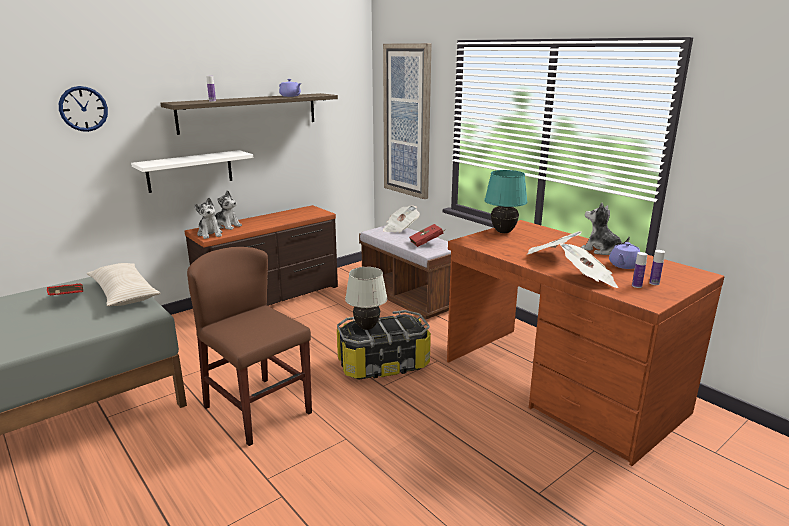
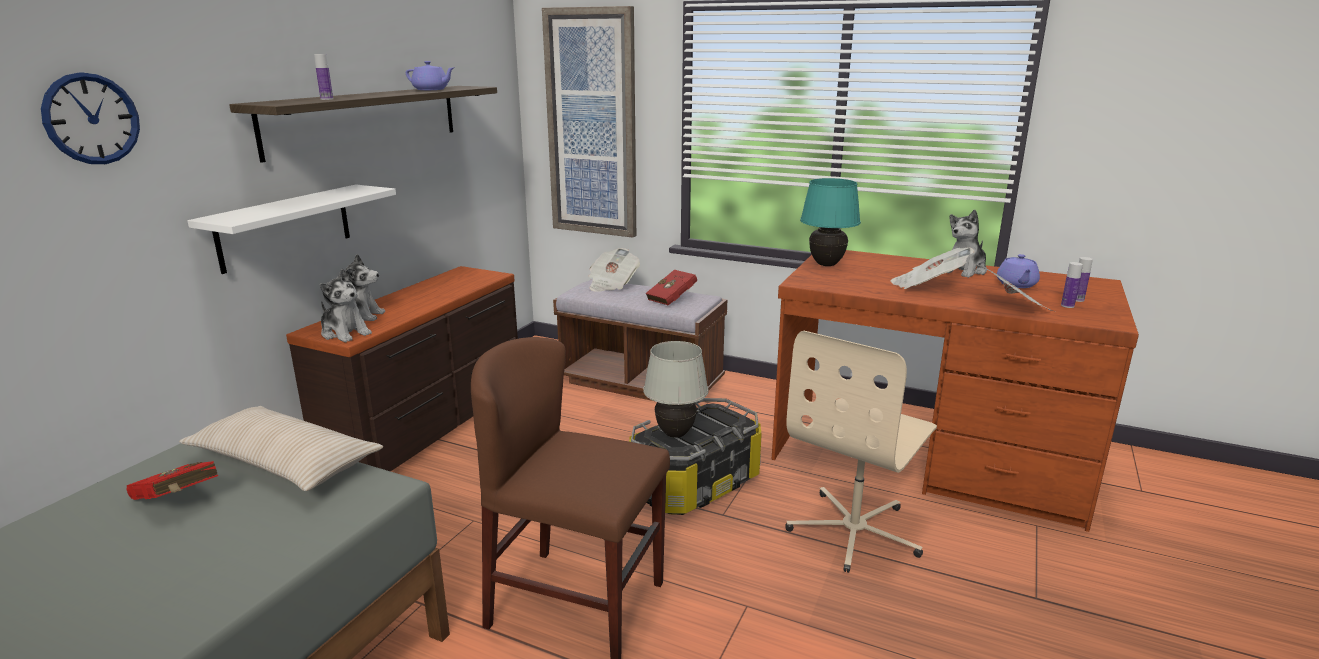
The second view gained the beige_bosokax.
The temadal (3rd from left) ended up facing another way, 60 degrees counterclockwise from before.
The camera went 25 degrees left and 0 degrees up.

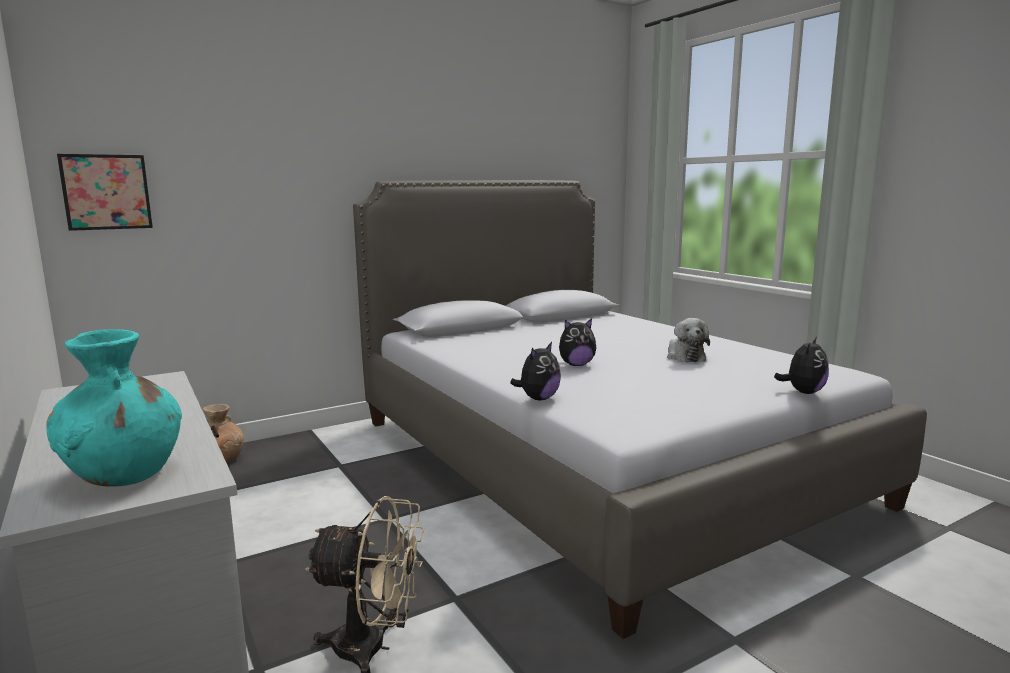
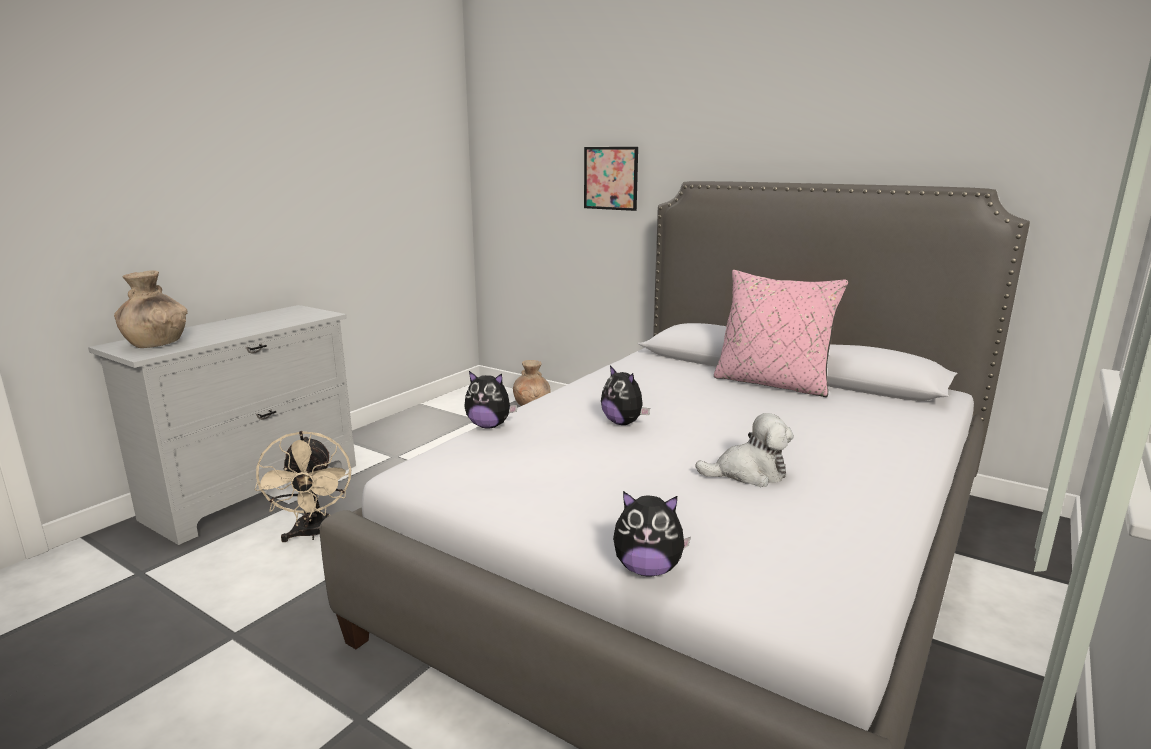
What was the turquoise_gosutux turned into the brown_gosutux (1st from left).
The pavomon ended up elsewhere.
The temadal (3rd from left in the first image) ended up facing another way, 150 degrees counterclockwise from before.
The second view gained the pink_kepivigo.
The camera went 65 degrees right and 5 degrees up.

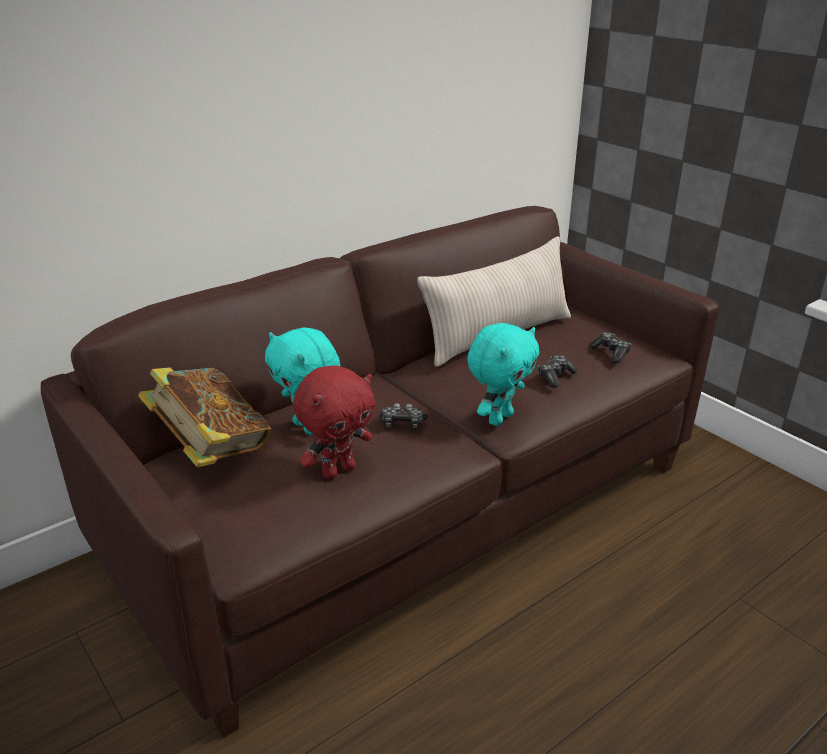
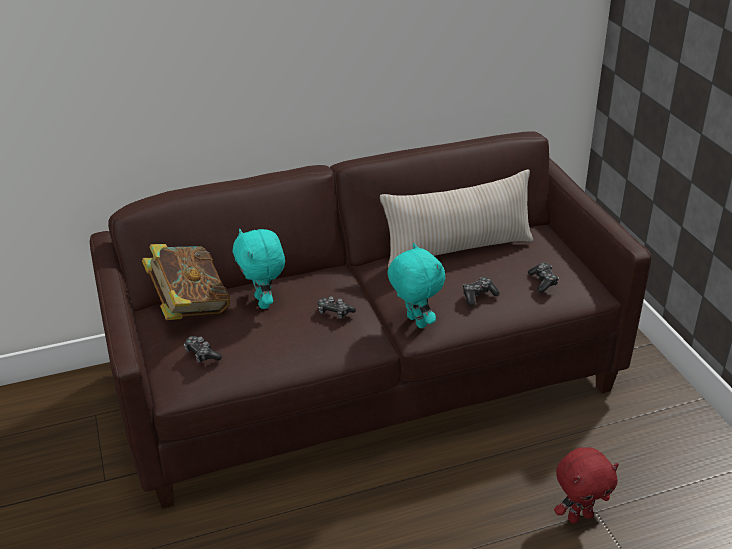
The second view gained the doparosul (1st from left).
The turquoise_temadal (2nd from left) ended up facing another way, 90 degrees counterclockwise from before.
The red_temadal ended up elsewhere.
The camera went 20 degrees right and 5 degrees up.

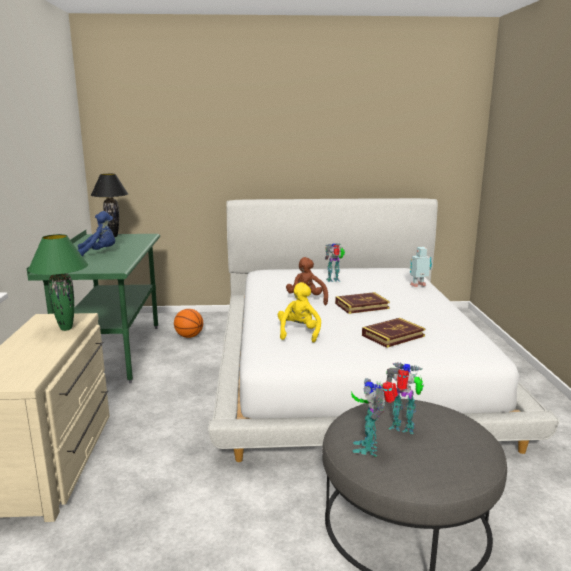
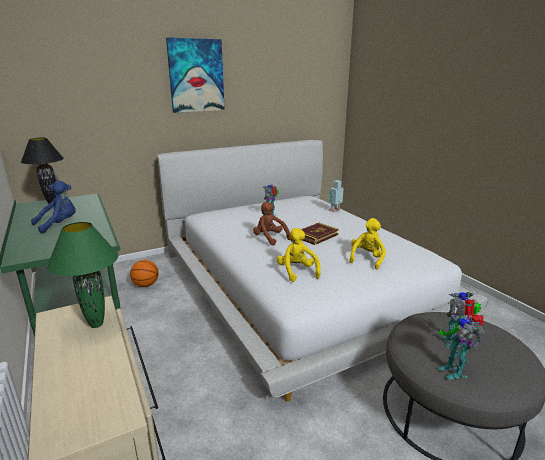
The second view gained the pavomon.
Where the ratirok (2nd from left) stood, the yellow_temadal (2nd from left) came to stand.
The camera went 25 degrees left and 5 degrees up.

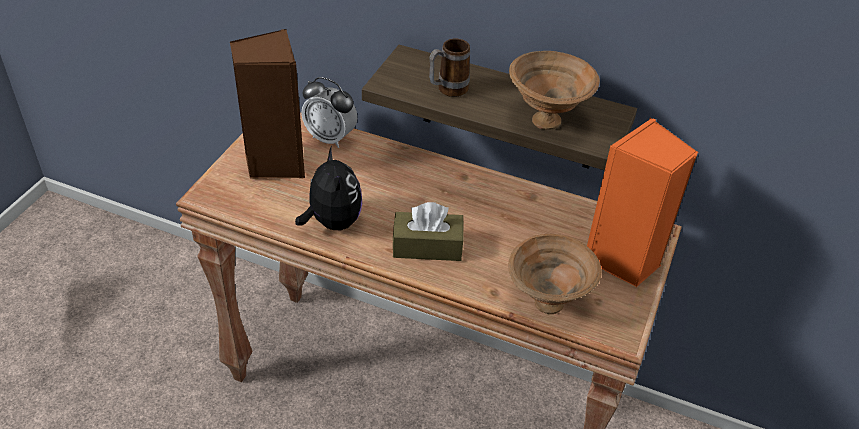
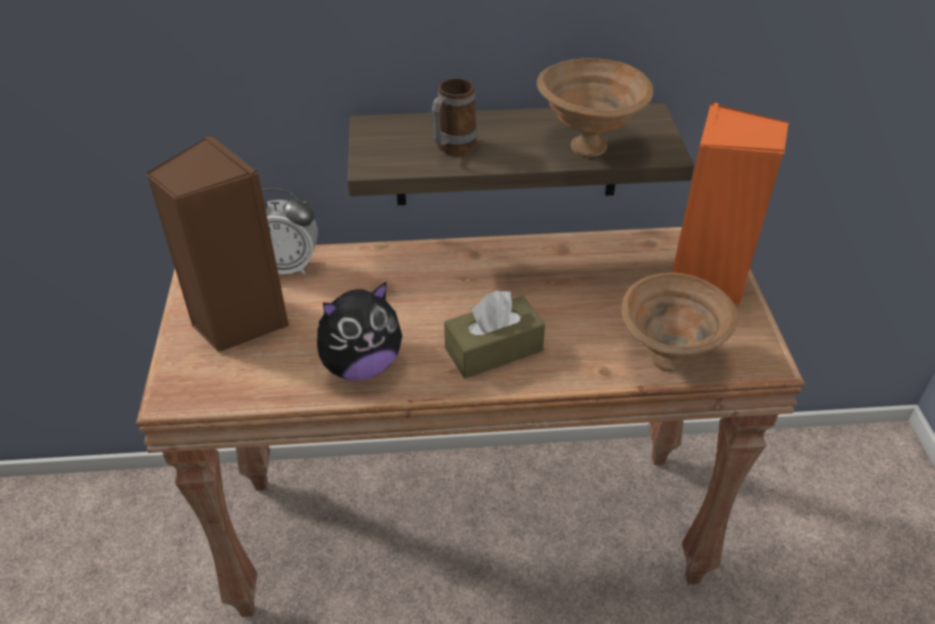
The temadal ended up facing another way, 105 degrees clockwise from before.
The camera went 25 degrees left and 0 degrees up.

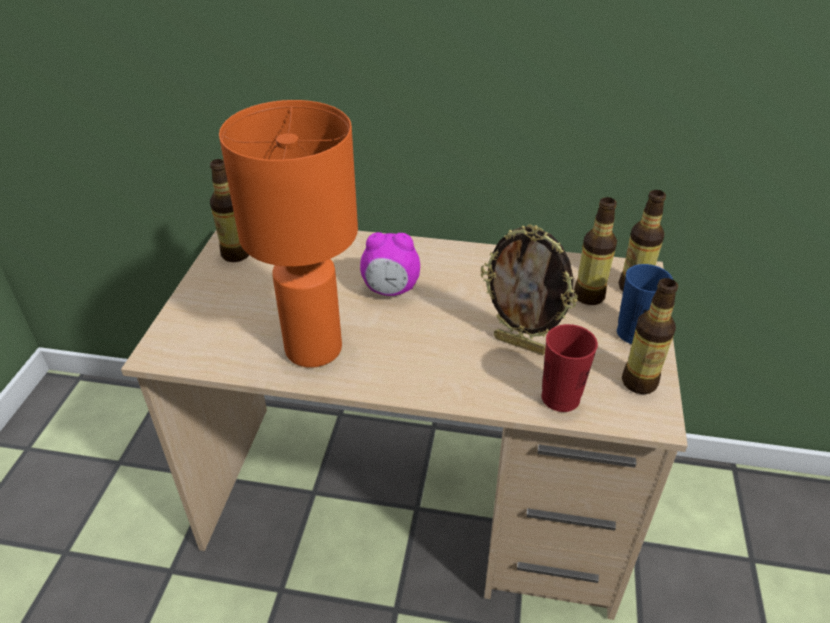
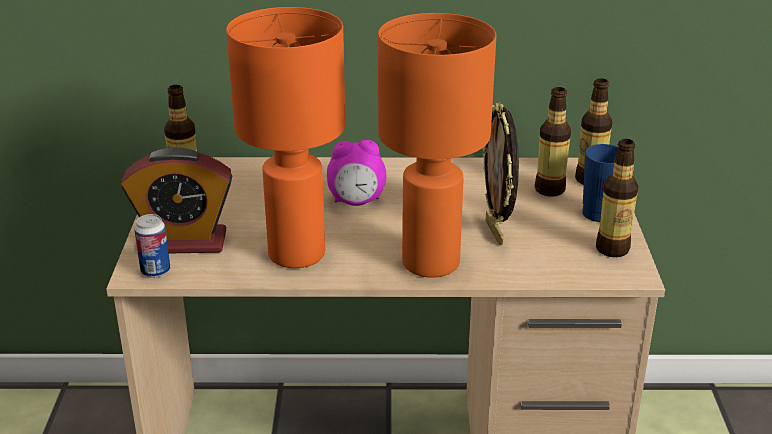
The second view gained the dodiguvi (1st from left).
The second view gained the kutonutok.
The second view gained the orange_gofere (2nd from left).
The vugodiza ended up facing another way, 60 degrees clockwise from before.
The second view lost the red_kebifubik.
The camera went 10 degrees left and 10 degrees down.

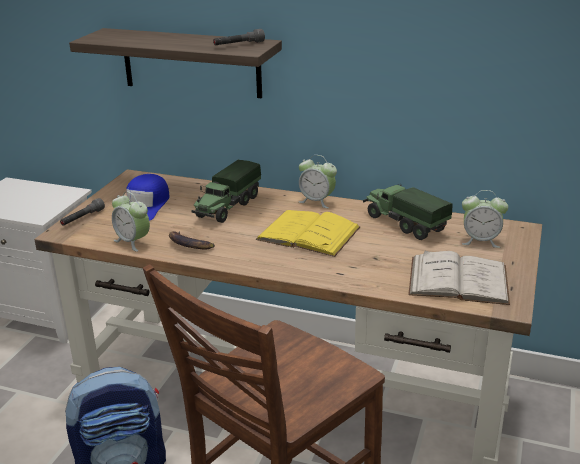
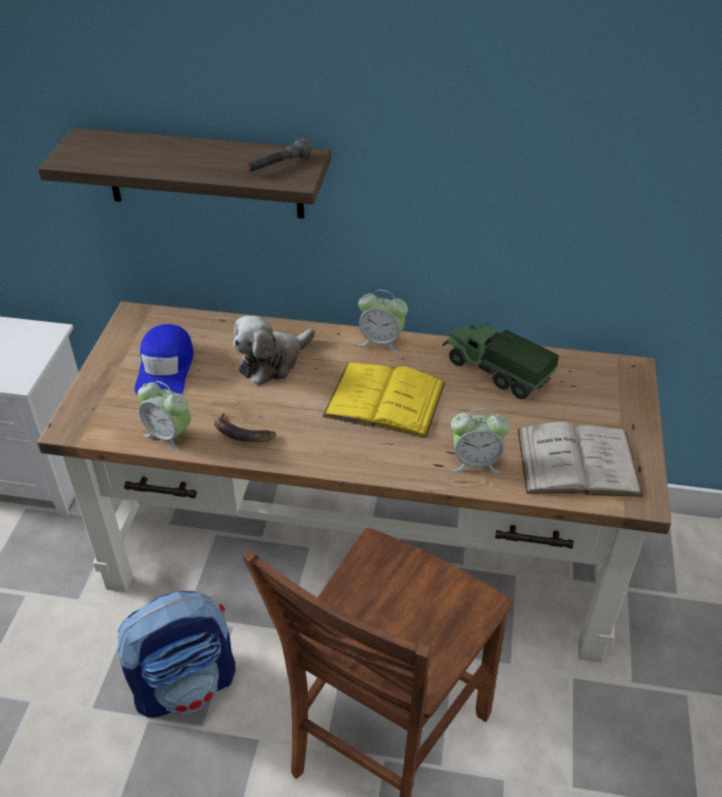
Where the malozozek (1st from left) stood, the temadal came to stand.
The dodiguvi (3rd from left) ended up elsewhere.
The second view lost the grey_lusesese (1st from left).
The camera went 10 degrees left and 15 degrees up.

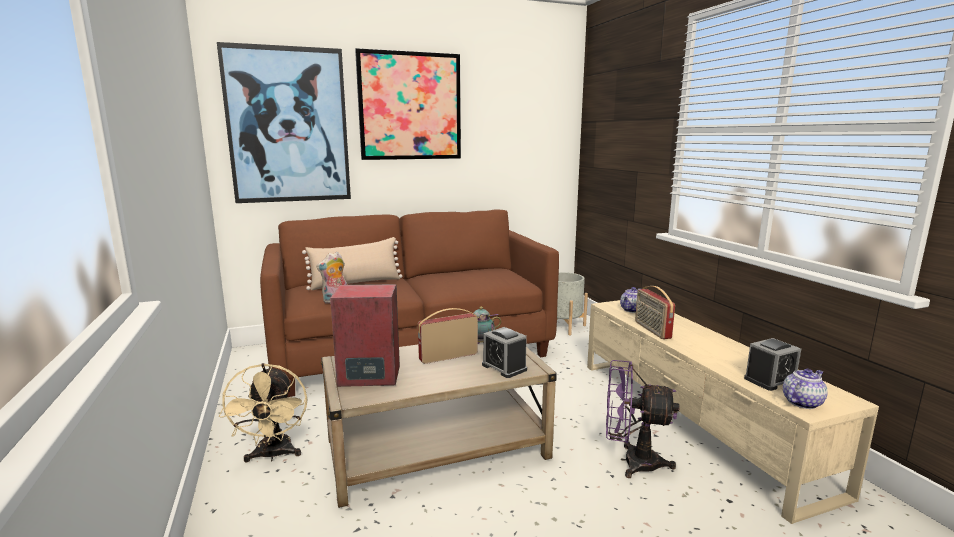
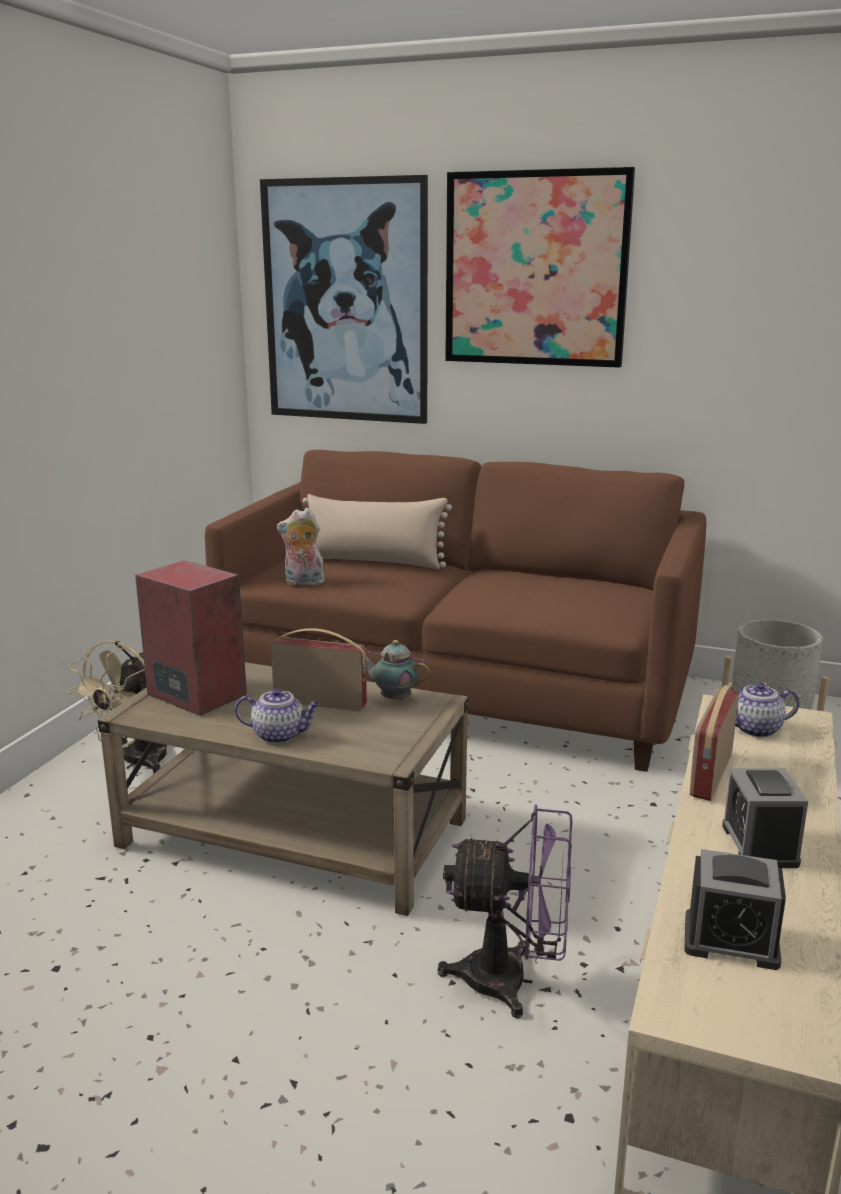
The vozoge (3rd from left in the first image) ended up elsewhere.
The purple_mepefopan ended up facing another way, 135 degrees clockwise from before.
The dodiguvi (1st from left in the first image) ended up elsewhere.
The camera went 40 degrees right and 5 degrees up.

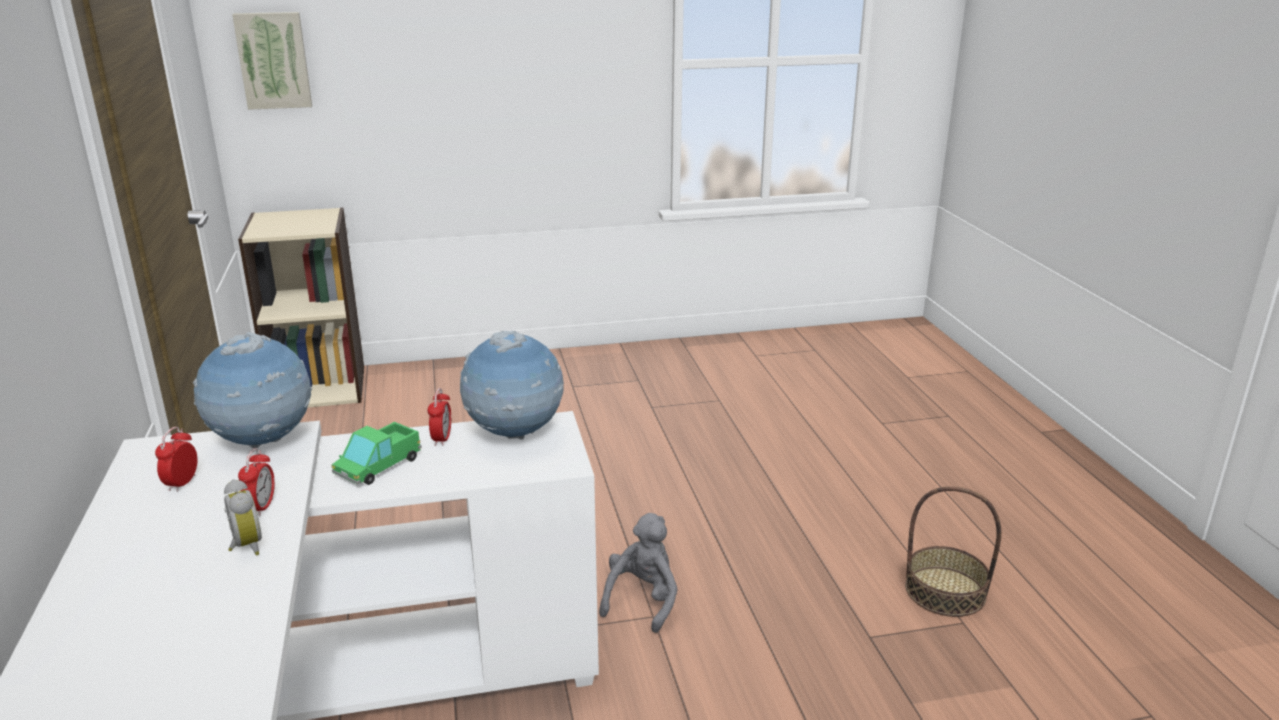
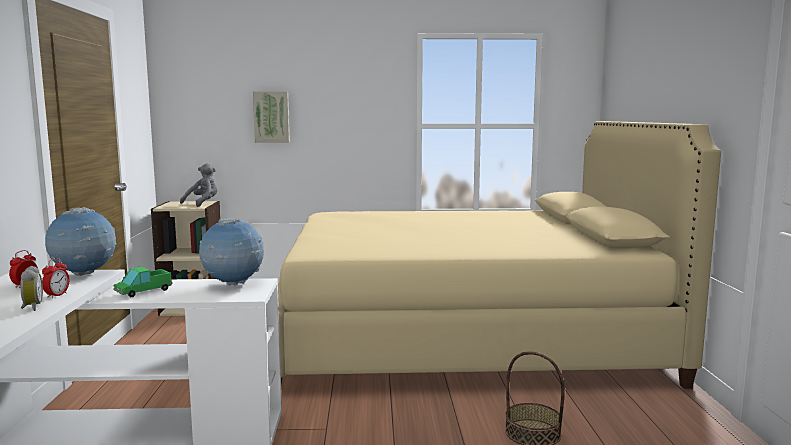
The grey_temadal ended up elsewhere.
The pavomon ended up elsewhere.
The second view gained the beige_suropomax.
The second view lost the dodiguvi (4th from left).
The camera went 10 degrees right and 15 degrees down.

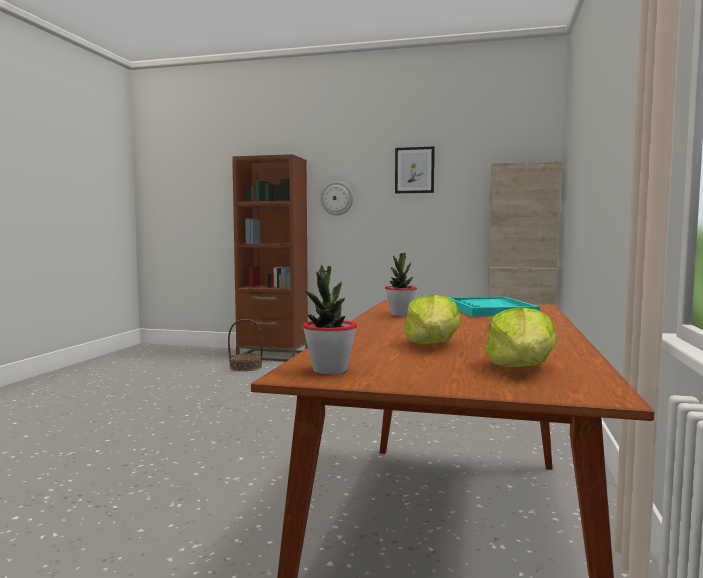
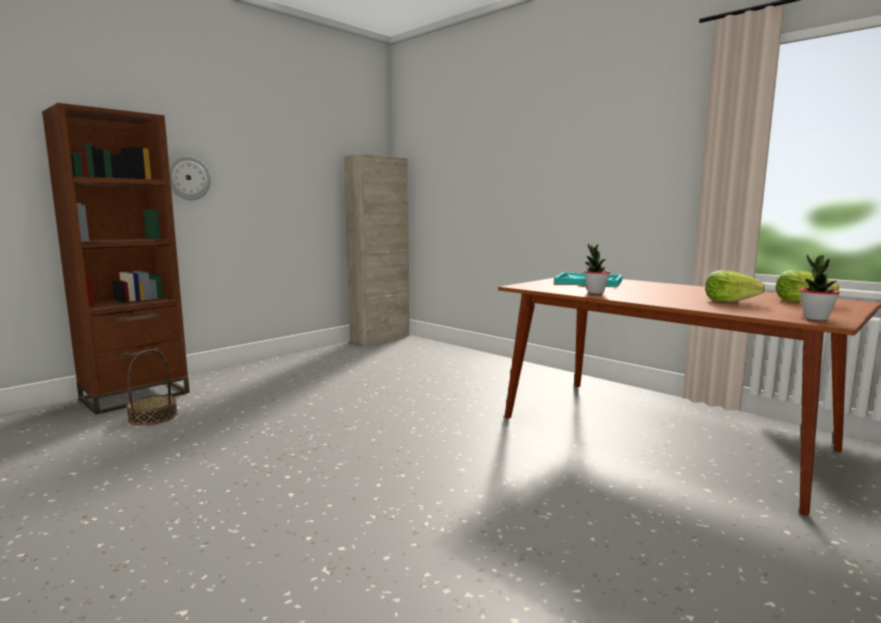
The second view lost the pavomon.
The camera went 60 degrees left and 5 degrees up.

